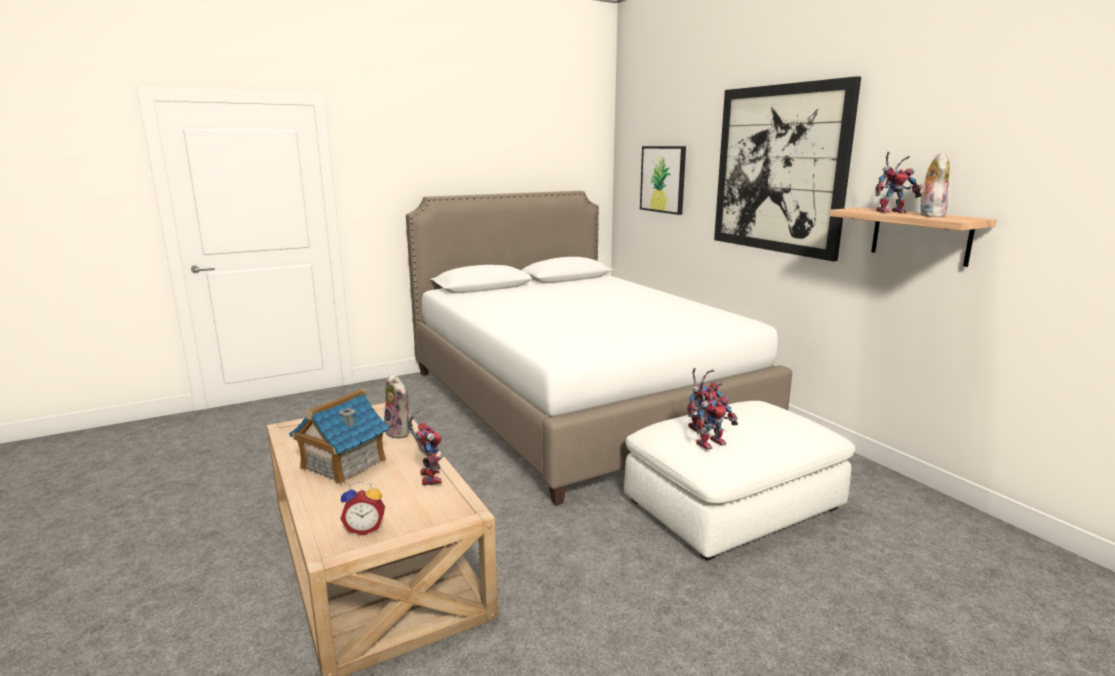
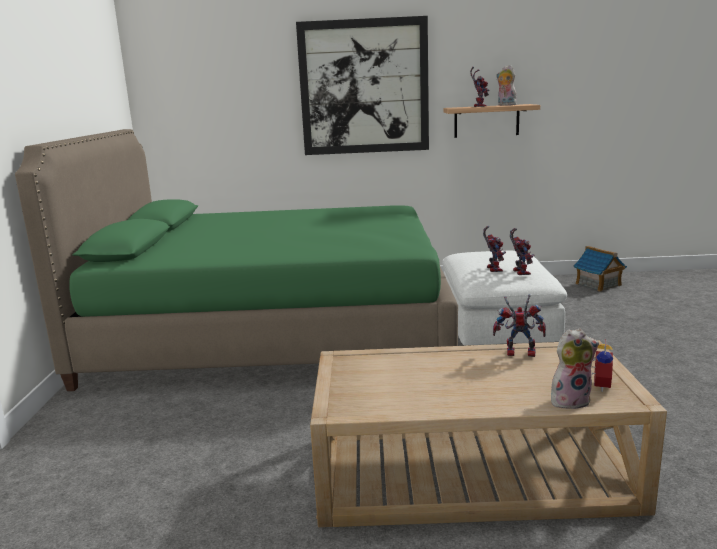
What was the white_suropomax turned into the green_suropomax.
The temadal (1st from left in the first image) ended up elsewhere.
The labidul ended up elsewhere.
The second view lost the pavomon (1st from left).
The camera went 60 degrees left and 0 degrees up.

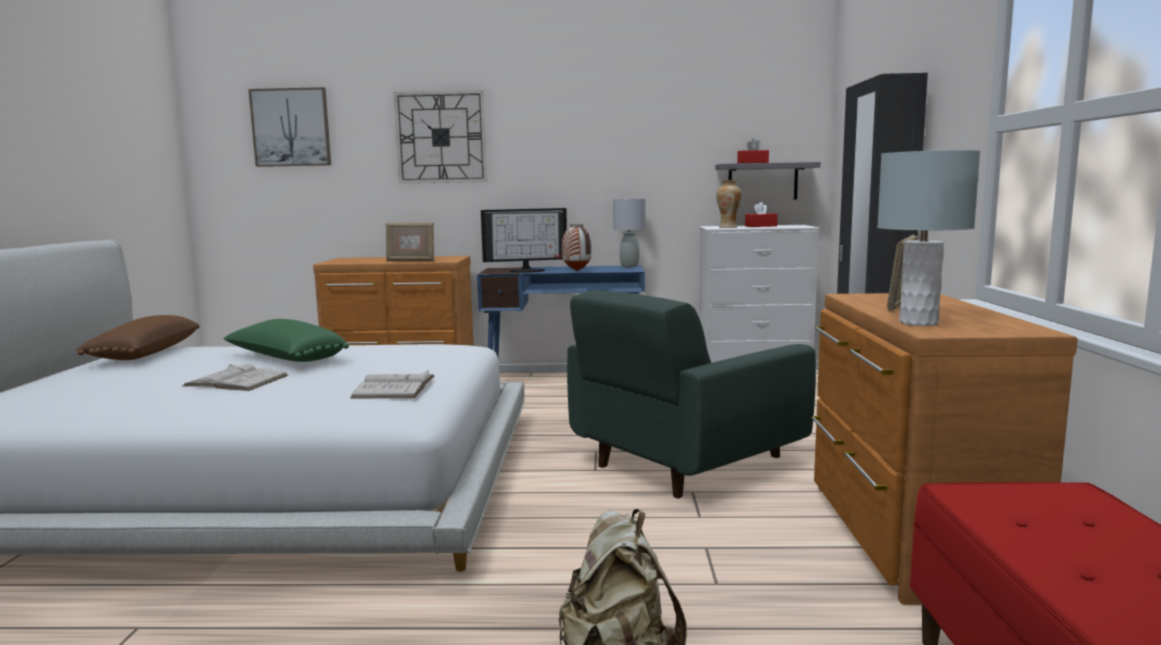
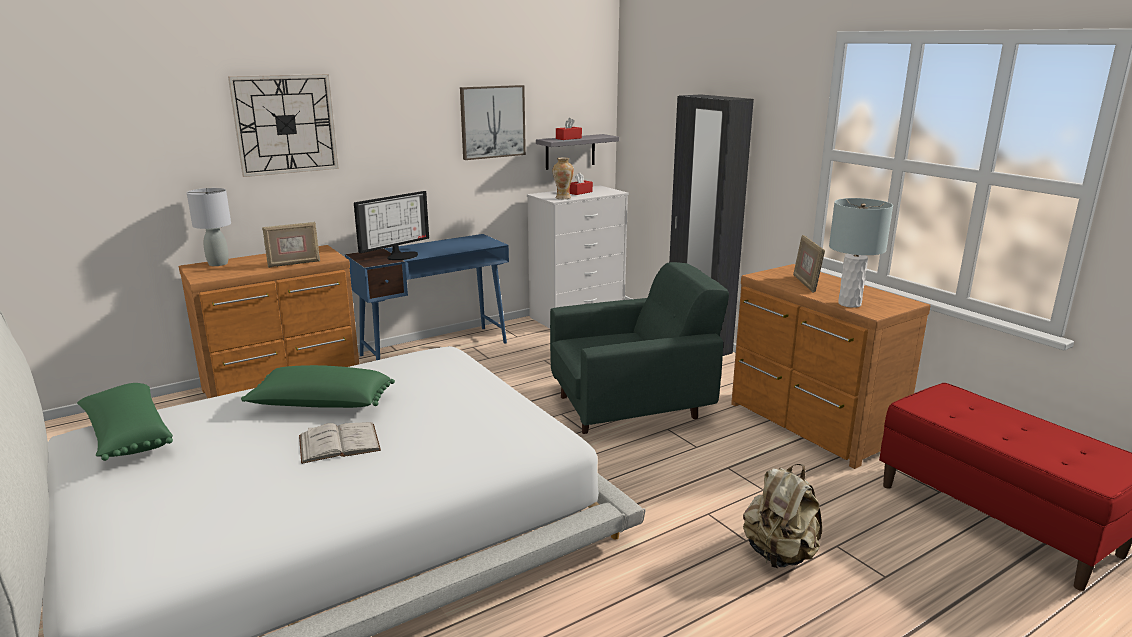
What was the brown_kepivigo turned into the green_kepivigo (1st from left).
The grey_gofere (1st from left) ended up elsewhere.
The pavomon ended up elsewhere.
The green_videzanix ended up facing another way, 120 degrees counterclockwise from before.
The second view lost the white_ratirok (2nd from left).
The second view lost the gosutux (1st from left).
The camera went 35 degrees left and 10 degrees up.

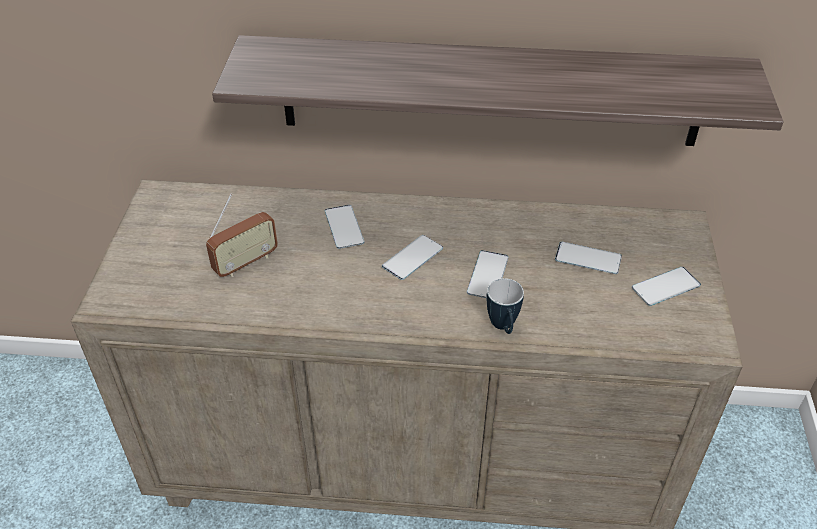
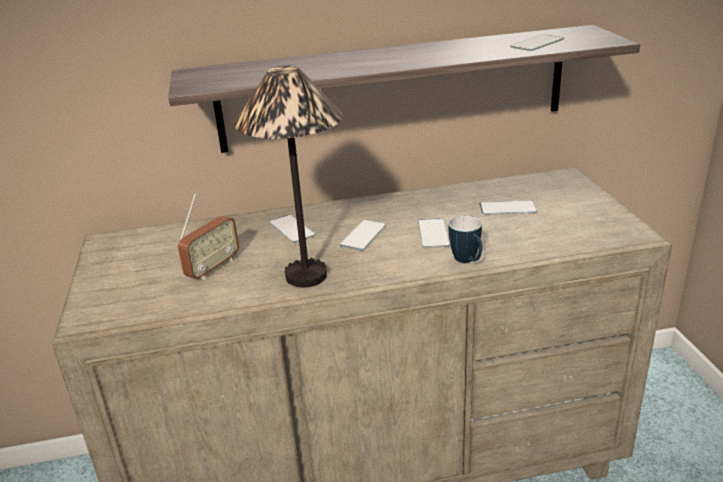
The second view gained the gofere.
The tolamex (5th from left) ended up elsewhere.
The camera went 15 degrees left and 15 degrees down.

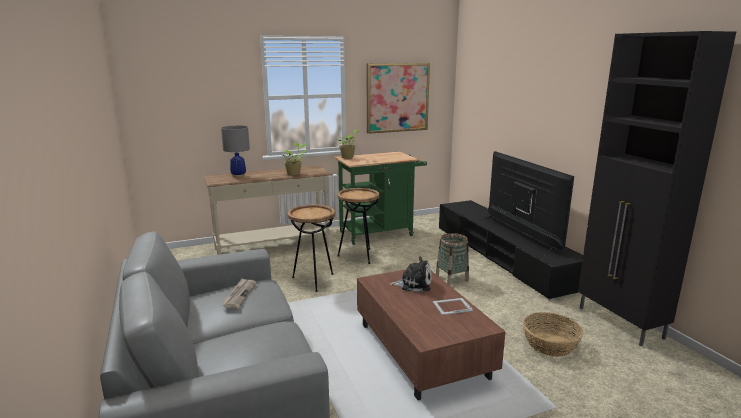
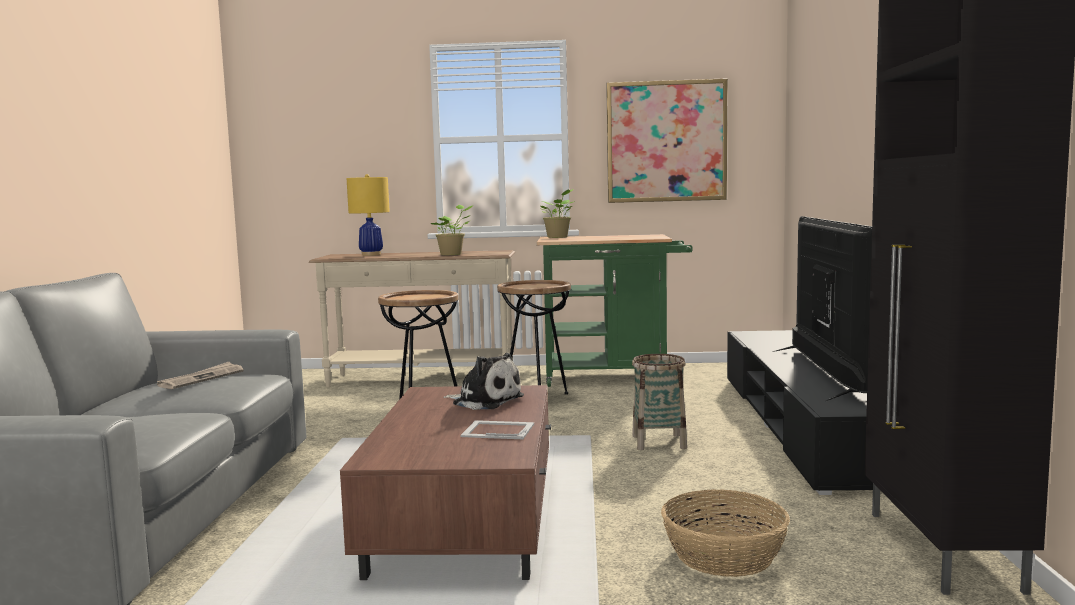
What was the grey_gofere turned into the yellow_gofere.
The camera went 25 degrees right and 10 degrees down.

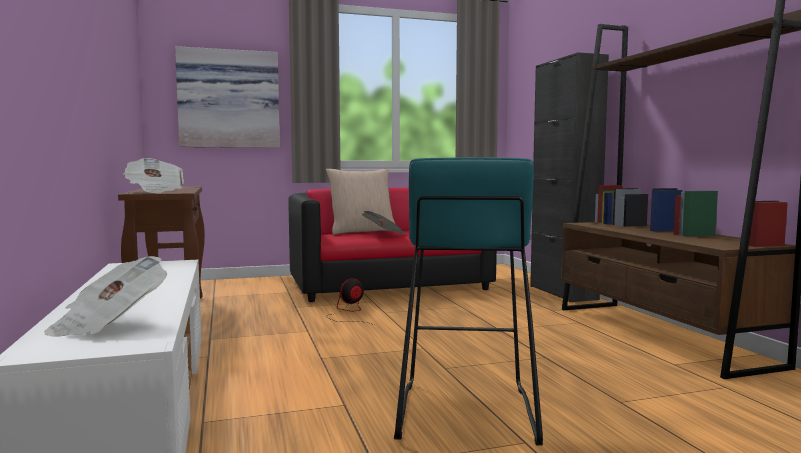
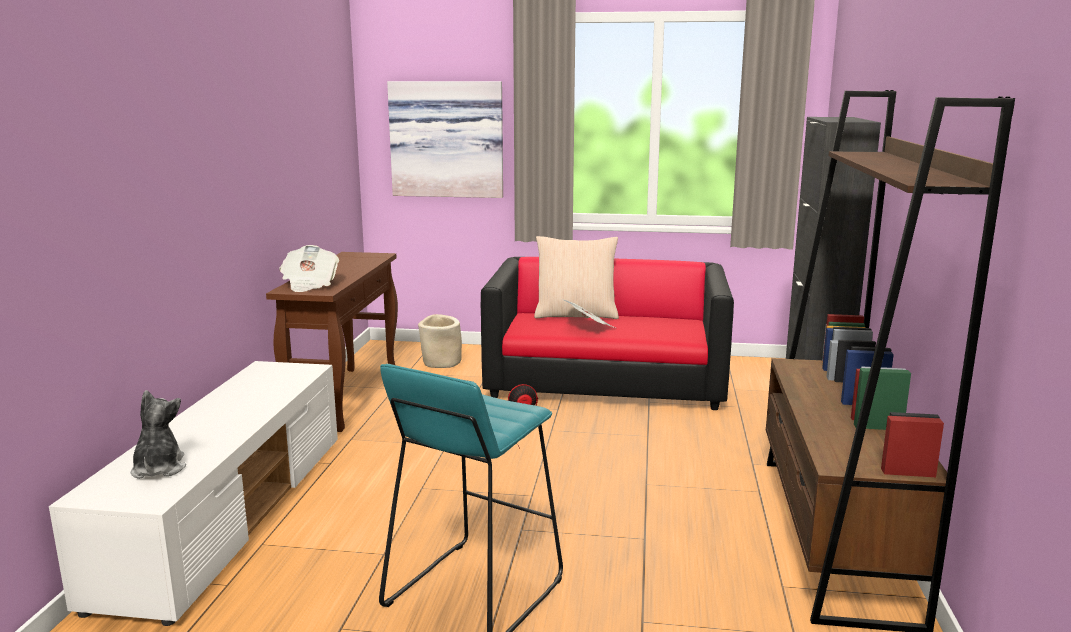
Where the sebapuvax (1st from left) stood, the temadal came to stand.
The second view gained the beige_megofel.
The camera went 25 degrees right and 10 degrees up.

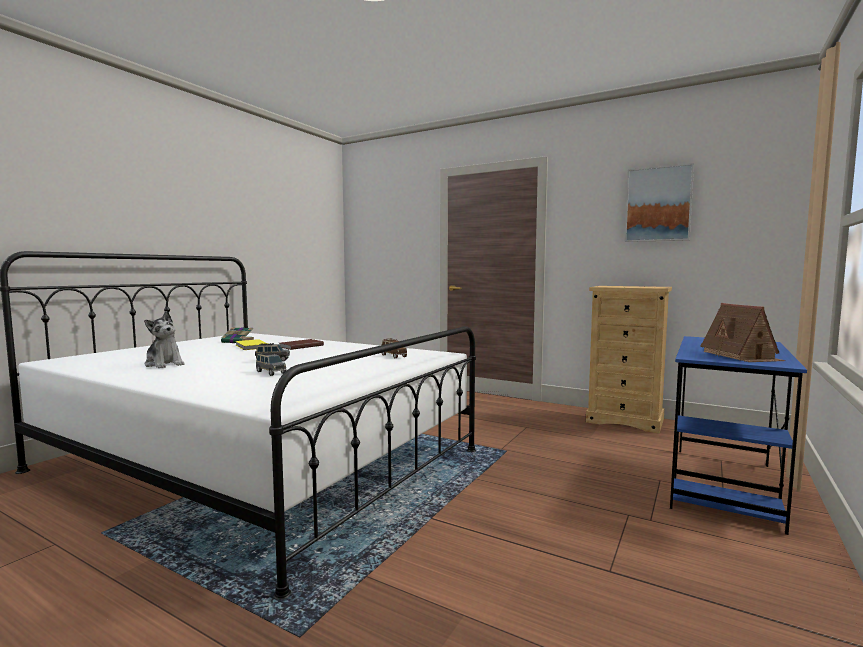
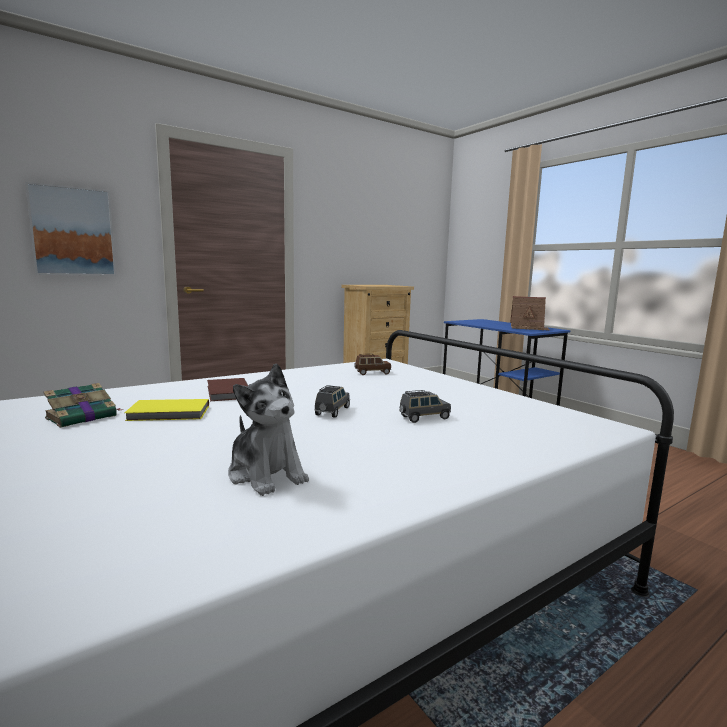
The pavomon ended up elsewhere.
The temadal ended up facing another way, 75 degrees clockwise from before.
The camera went 65 degrees left and 5 degrees up.

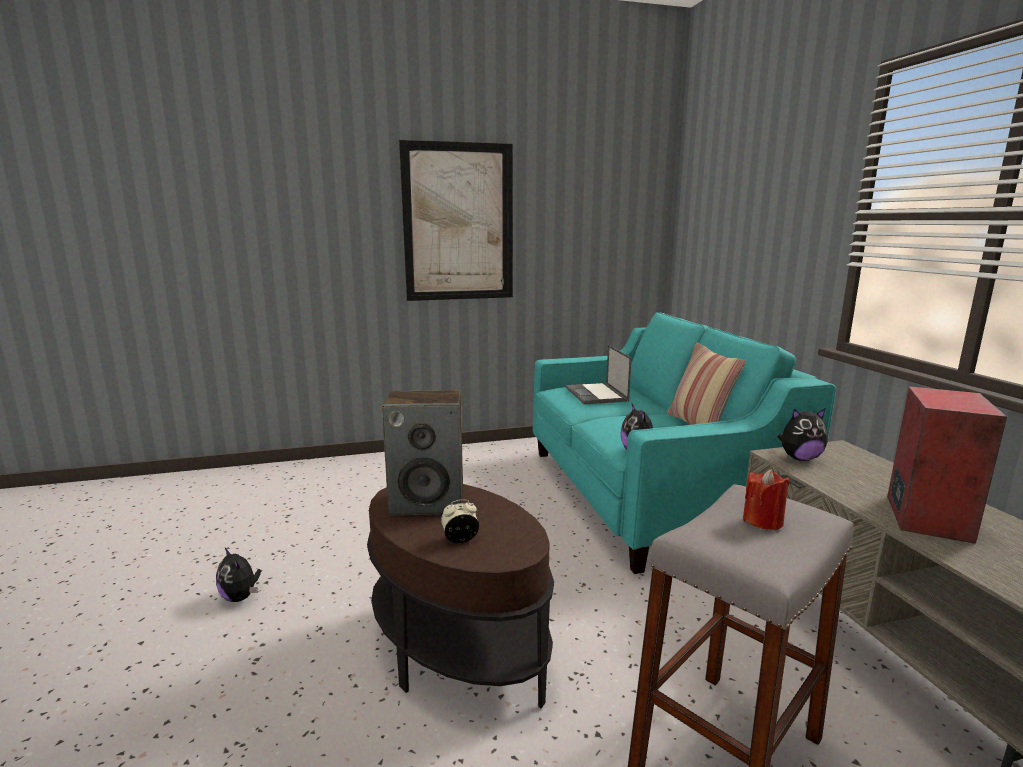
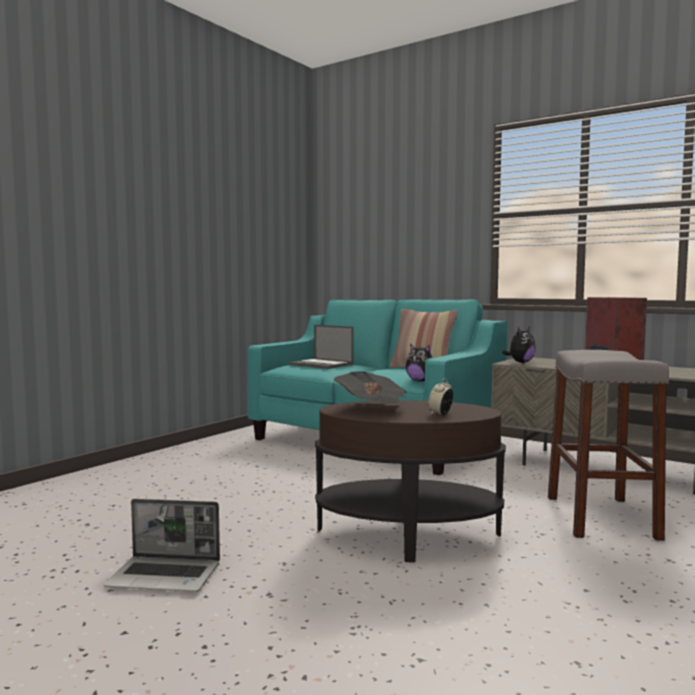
Where the temadal (1st from left) stood, the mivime (1st from left) came to stand.
Where the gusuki (1st from left) stood, the sebapuvax came to stand.
The second view lost the pavomon.
The second view lost the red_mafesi.
The camera went 40 degrees left and 10 degrees down.

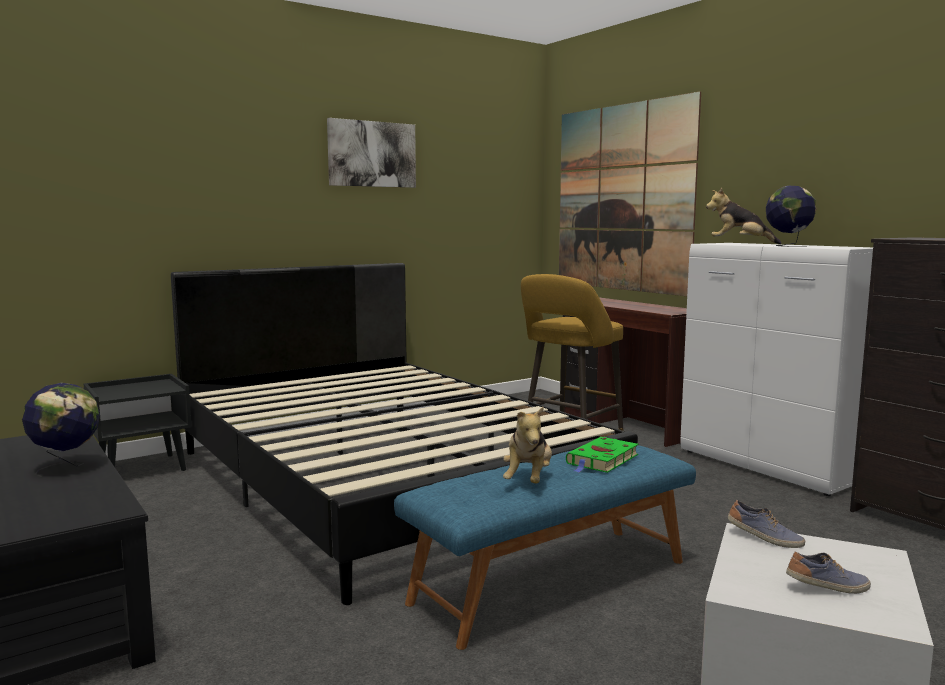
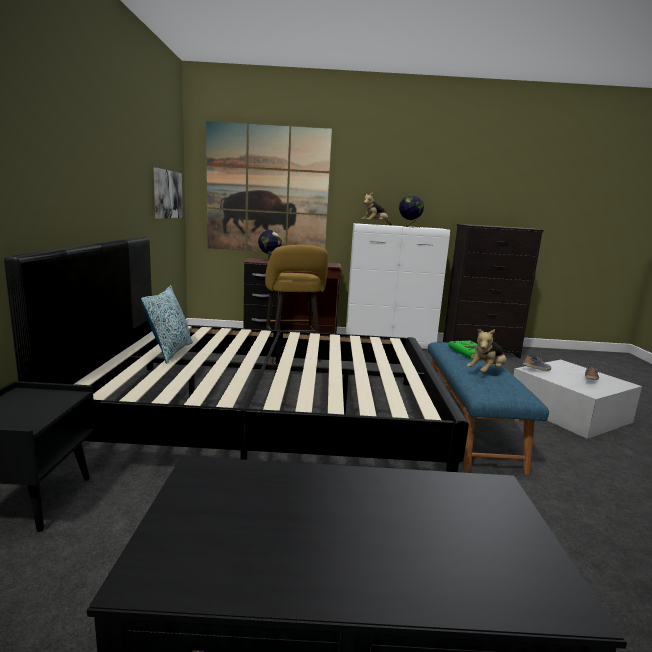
The second view gained the kepivigo.
The pavomon (1st from left) ended up elsewhere.
The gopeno (1st from left) ended up elsewhere.
The temadal (1st from left in the first image) ended up facing another way, 90 degrees clockwise from before.
The camera went 55 degrees left and 5 degrees up.

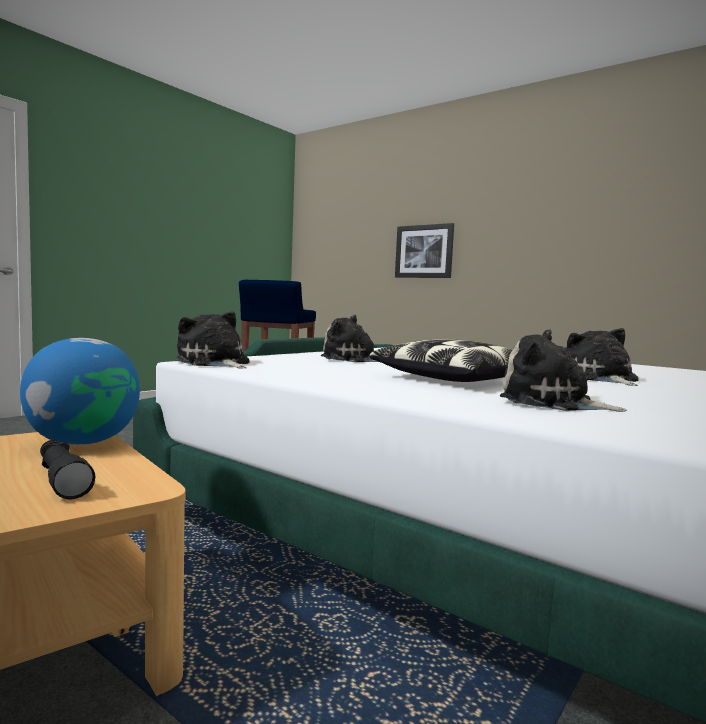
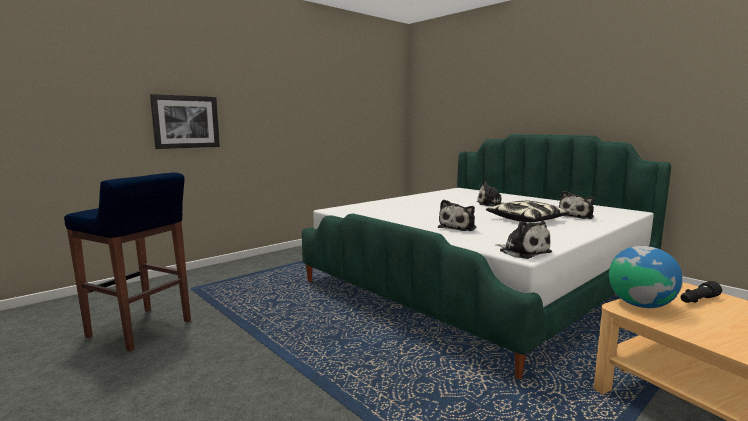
The temadal (1st from left in the first image) ended up facing another way, 90 degrees counterclockwise from before.
The camera went 80 degrees left and 5 degrees up.

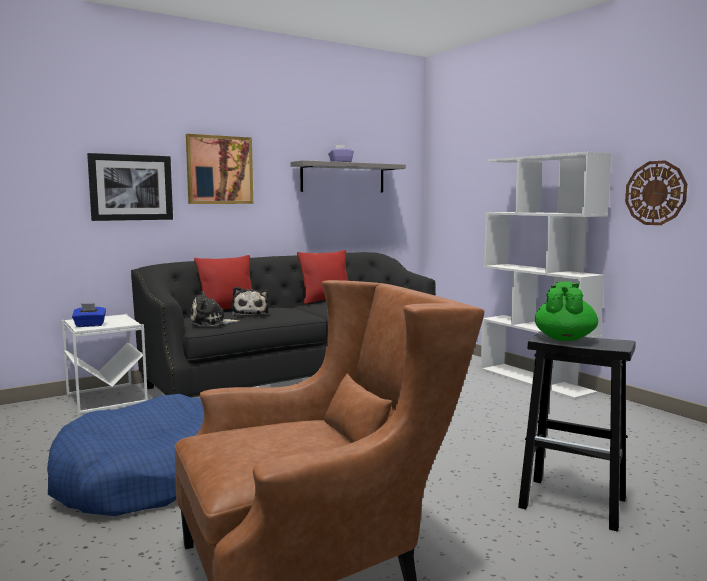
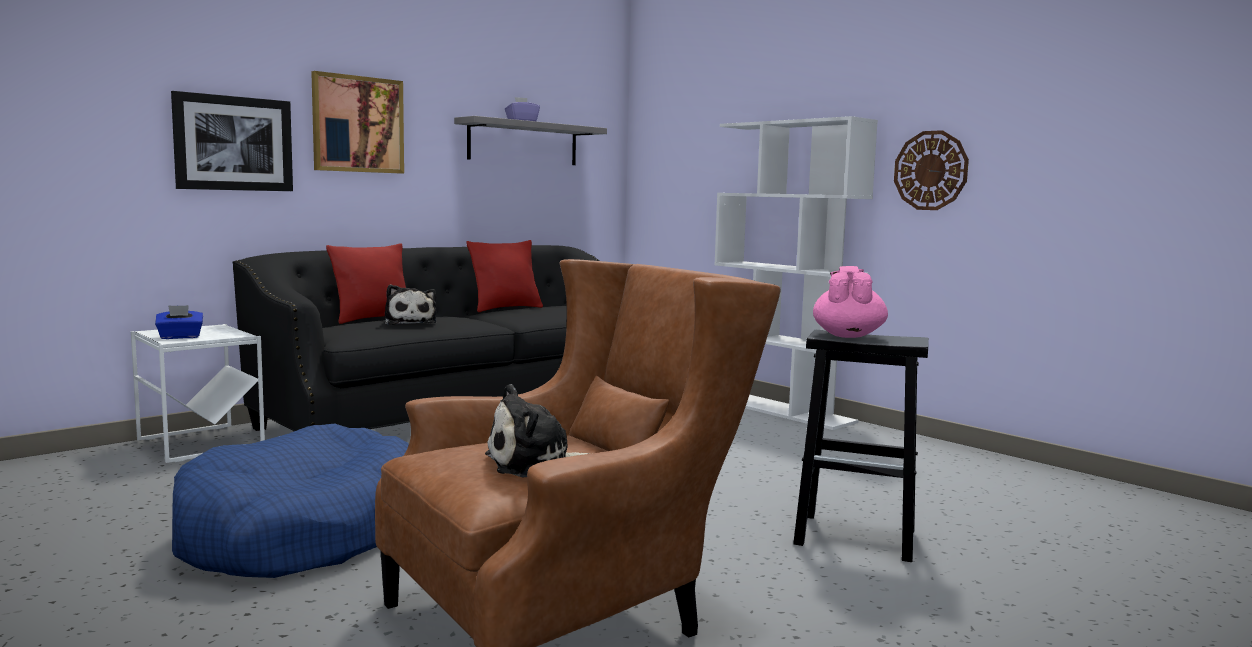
The temadal (1st from left in the first image) ended up elsewhere.
What was the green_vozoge turned into the pink_vozoge.
The camera went 10 degrees left and 0 degrees up.

